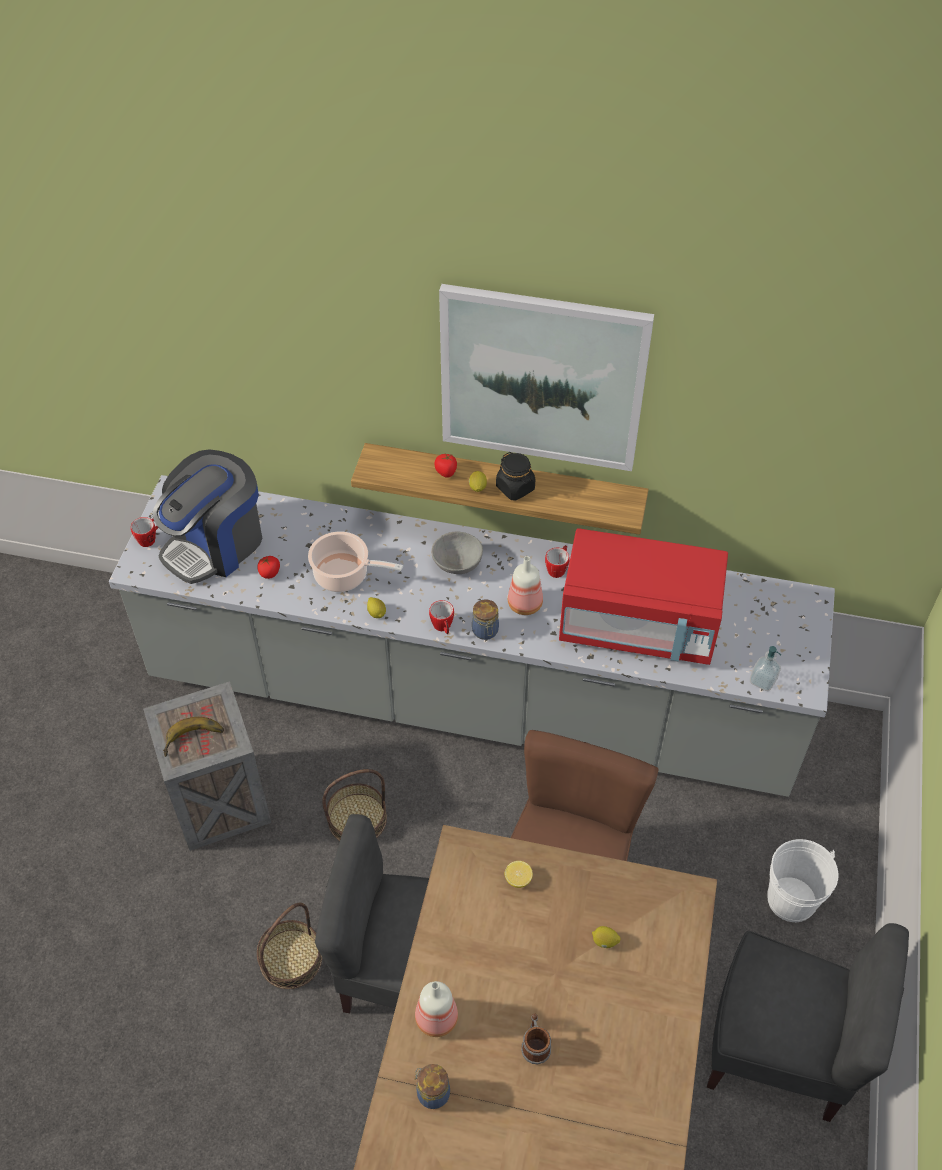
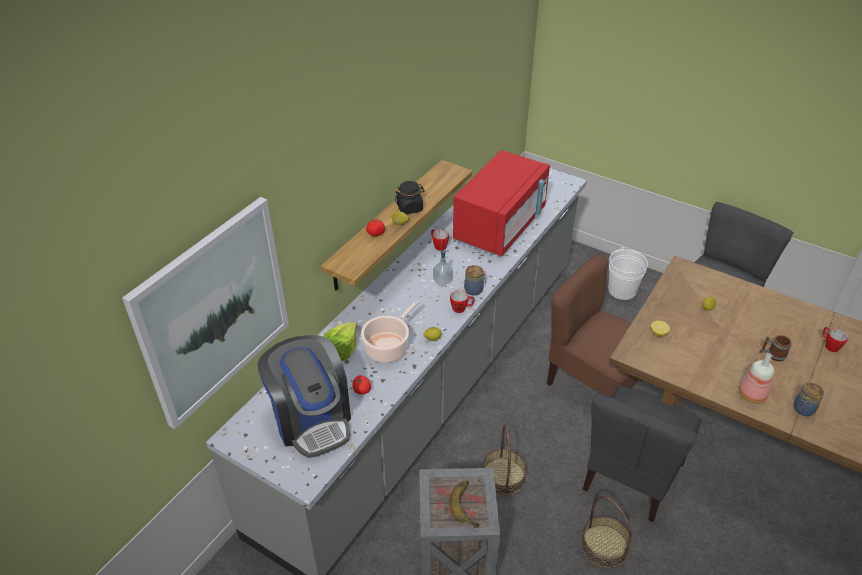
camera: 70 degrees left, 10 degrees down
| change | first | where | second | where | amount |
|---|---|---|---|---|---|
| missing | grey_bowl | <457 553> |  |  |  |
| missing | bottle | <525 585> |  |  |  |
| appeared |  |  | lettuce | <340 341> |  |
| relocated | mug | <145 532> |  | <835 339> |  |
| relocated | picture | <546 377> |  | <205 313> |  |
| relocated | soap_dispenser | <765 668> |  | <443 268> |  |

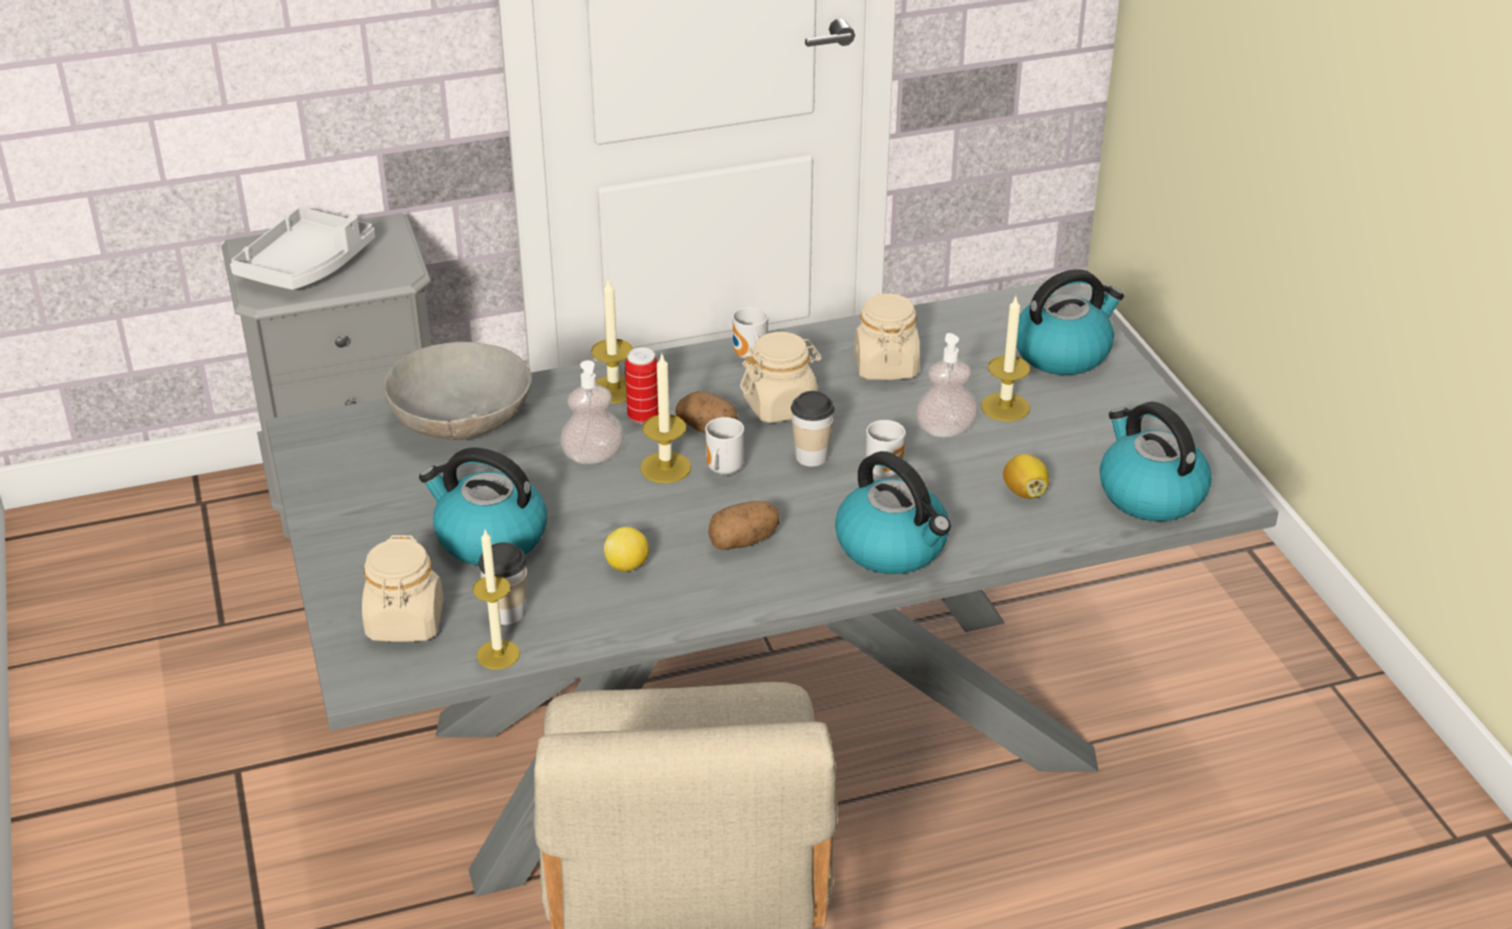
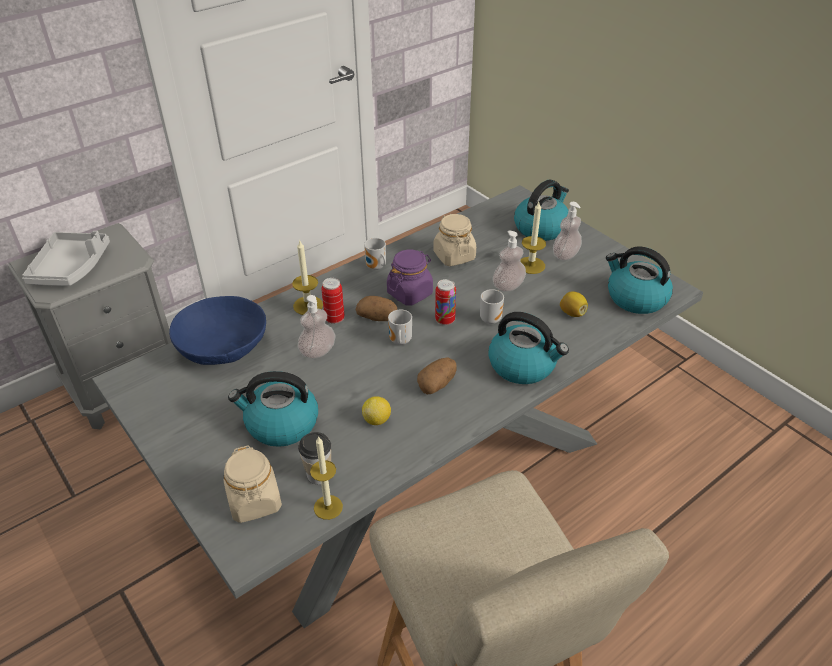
camera: 20 degrees left, 5 degrees up
| change | first | where | second | where | amount |
|---|---|---|---|---|---|
| missing | candle | <665 418> |  |  |  |
| appeared |  |  | soap_dispenser | <567 231> |  |
| exchanged | cup | <812 428> | can | <445 302> |  |
| colour | grey_bowl | <457 391> | blue_bowl | <217 330> |  |
| colour | beige_jar | <781 377> | purple_jar | <410 278> |  |

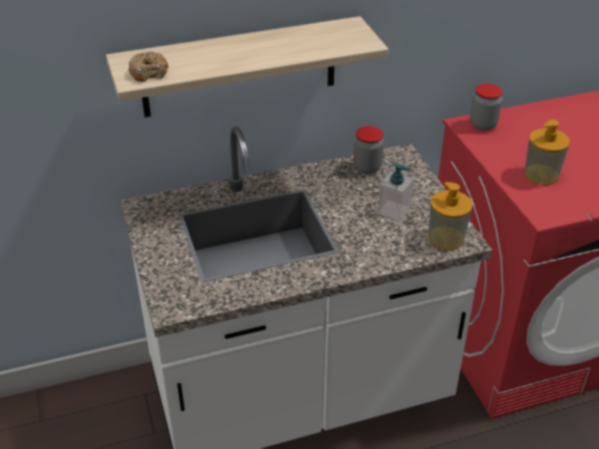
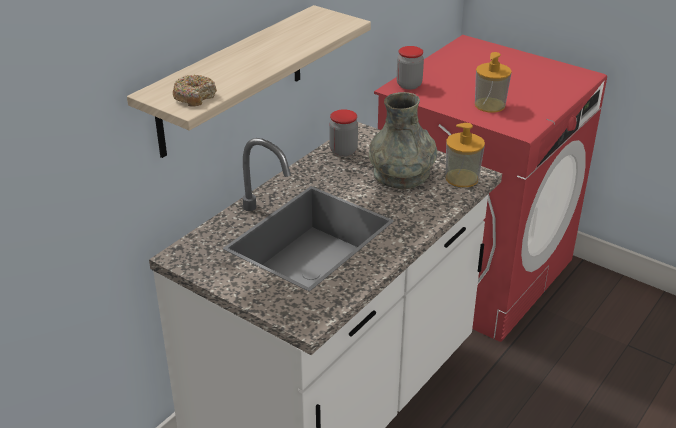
camera: 35 degrees left, 5 degrees down
| change | first | where | second | where | amount |
|---|---|---|---|---|---|
| exchanged | soap_dispenser | <395 191> | grey_vase | <403 140> |  |

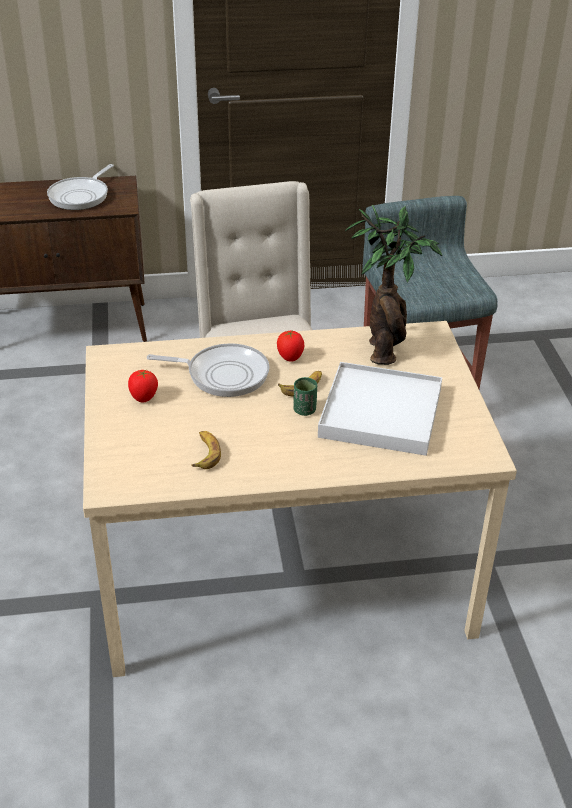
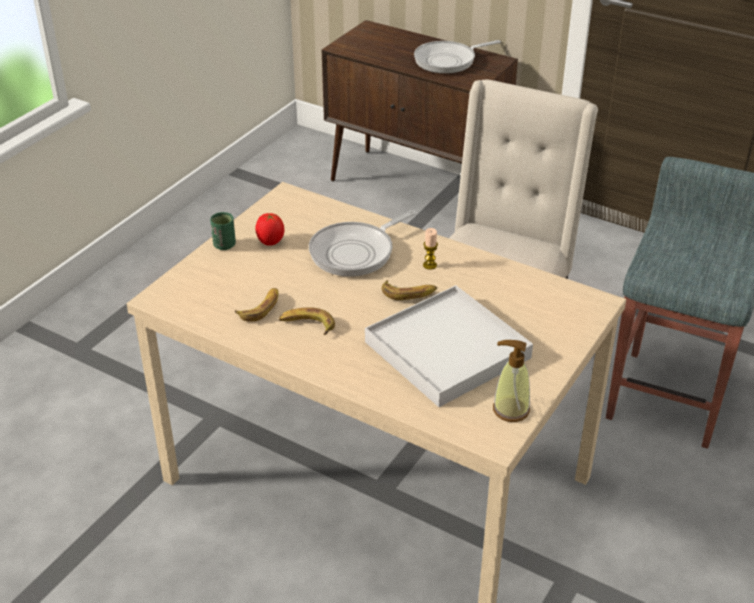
camera: 40 degrees right, 0 degrees up
| change | first | where | second | where | amount |
|---|---|---|---|---|---|
| missing | potted_plant | <393 285> |  |  |  |
| appeared |  |  | banana | <307 321> |  |
| appeared |  |  | soap_dispenser | <511 381> |  |
| relocated | green_cup | <305 396> |  | <223 231> |  |
| exchanged | tomato | <290 346> | candle | <430 249> |  |
| spun | frying_pan | <208 370> |  | <362 243> | 90 degrees clockwise |

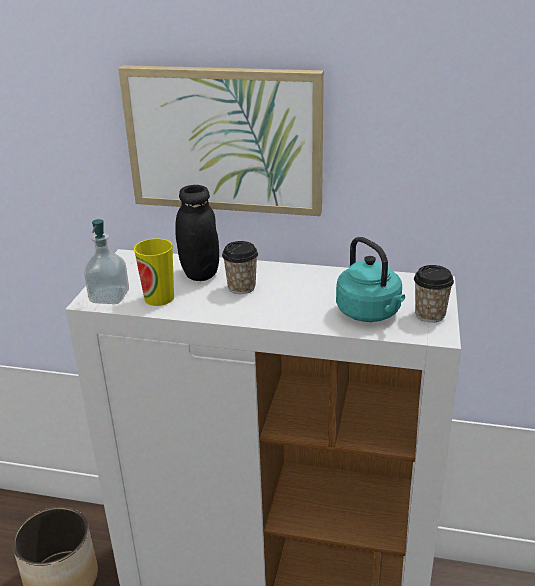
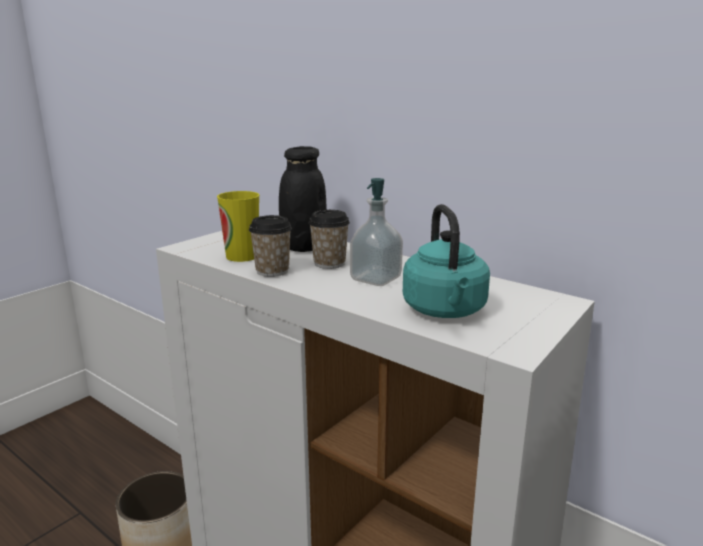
camera: 25 degrees right, 10 degrees down
| change | first | where | second | where | amount |
|---|---|---|---|---|---|
| missing | picture | <221 140> |  |  |  |
| relocated | soap_dispenser | <106 261> |  | <376 232> |  |
| relocated | cup | <434 294> |  | <270 246> |  |

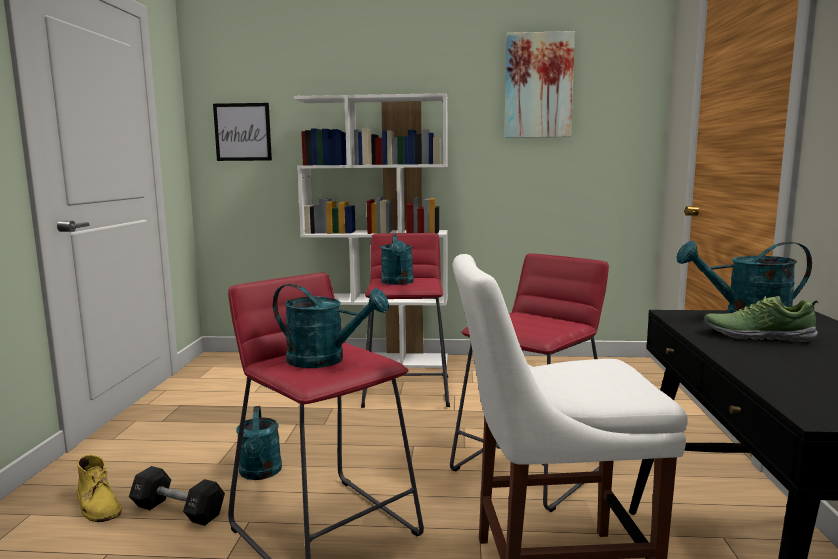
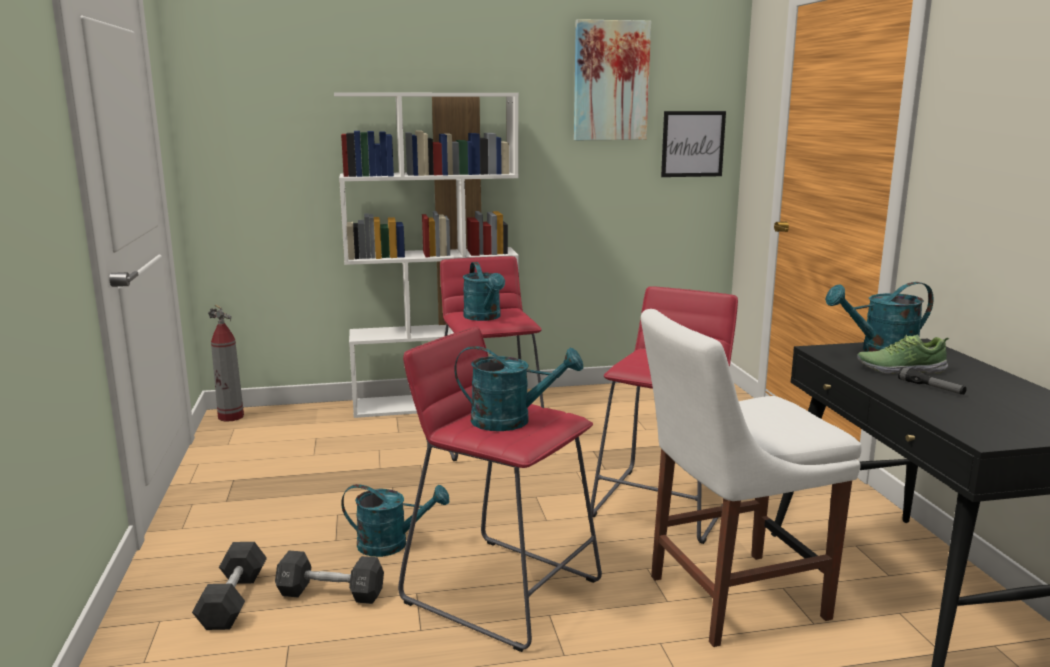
camera: 15 degrees left, 5 degrees up
| change | first | where | second | where | amount |
|---|---|---|---|---|---|
| appeared |  |  | fire_extinguisher | <226 363> |  |
| appeared |  |  | flashlight | <932 381> |  |
| relocated | picture | <242 132> |  | <693 144> |  |
| exchanged | yellow_boot | <99 488> | black_dumbbell | <229 586> |  |
| spun | turquoise_watering_can | <259 443> |  | <395 520> | 60 degrees counterclockwise |

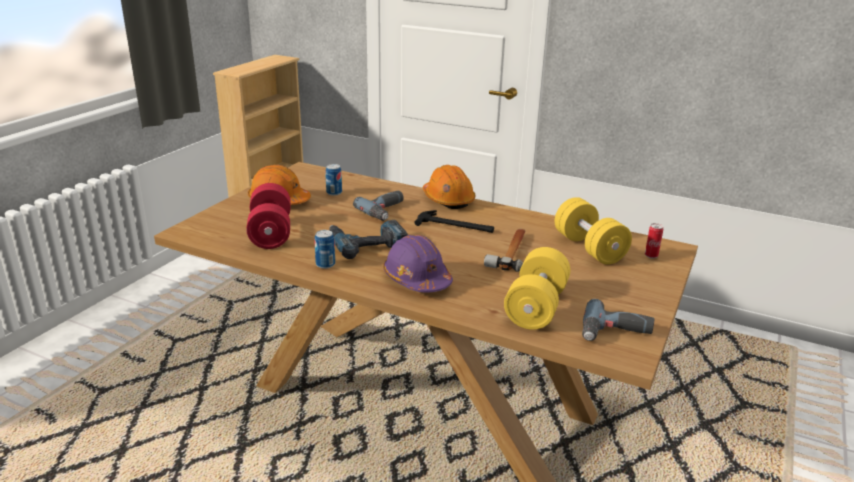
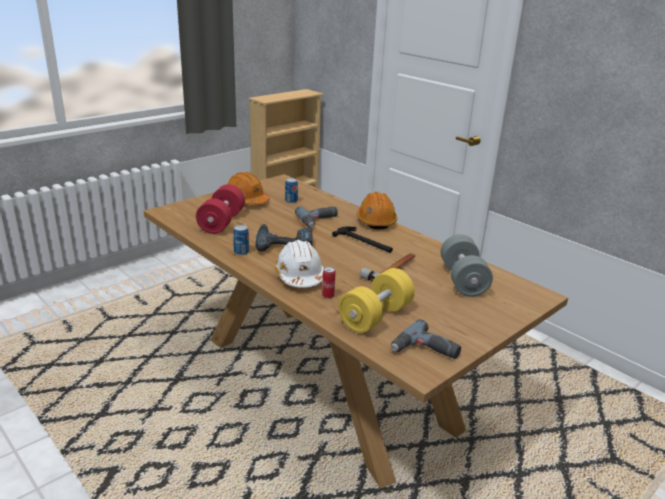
camera: 20 degrees right, 0 degrees up
| change | first | where | second | where | amount |
|---|---|---|---|---|---|
| relocated | can | <654 240> |  | <329 282> |  |
| colour | purple_hard_hat | <418 264> | white_hard_hat | <299 264> |  |
| colour | yellow_dumbbell | <593 231> | grey_dumbbell | <467 265> |  |

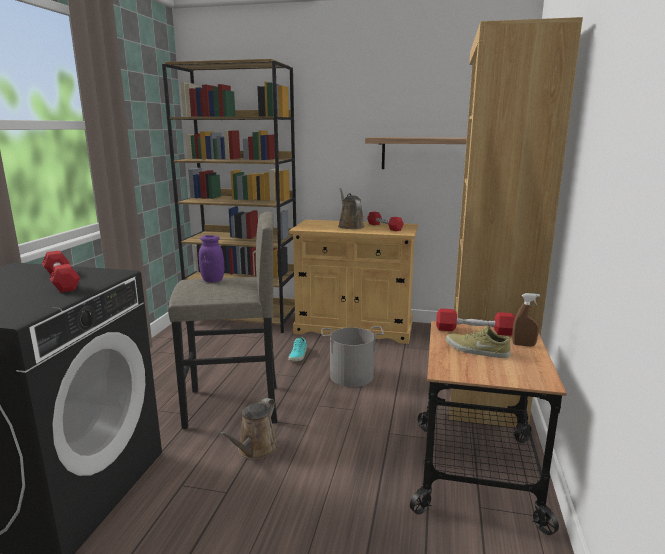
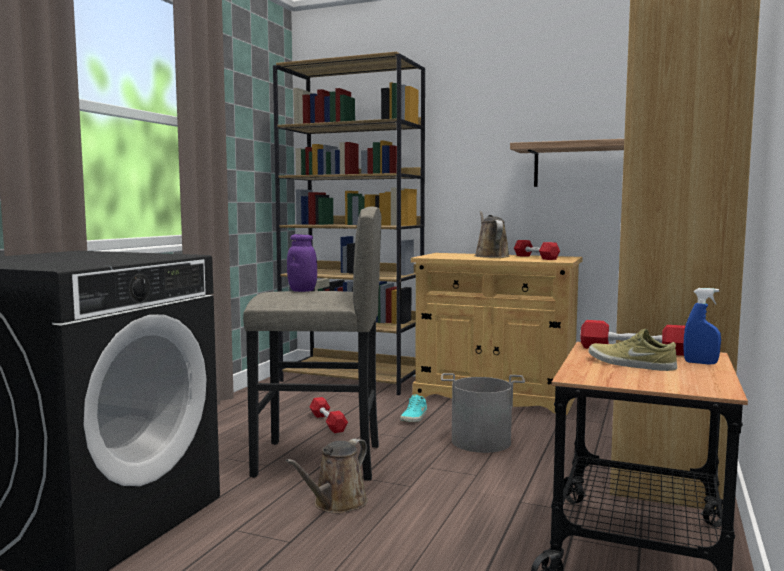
camera: 10 degrees right, 10 degrees down
| change | first | where | second | where | amount |
|---|---|---|---|---|---|
| relocated | red_dumbbell | <61 271> |  | <329 415> |  |
| colour | brown_spray_bottle | <526 320> | blue_spray_bottle | <702 326> |  |

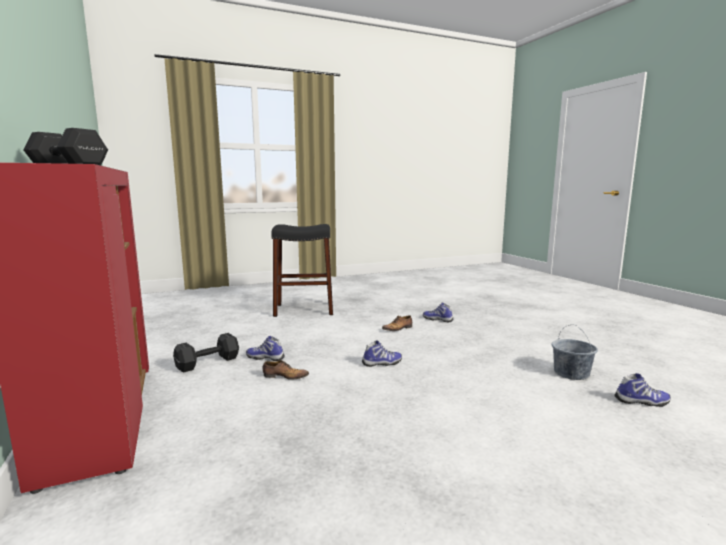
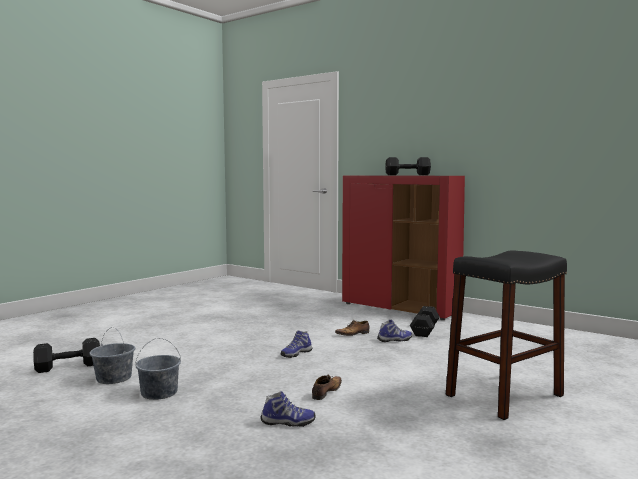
camera: 150 degrees right, 5 degrees down
| change | first | where | second | where | amount |
|---|---|---|---|---|---|
| appeared |  |  | grey_bucket | <158 369> |  |
| exchanged | shoe | <643 390> | black_dumbbell | <66 355> |  |

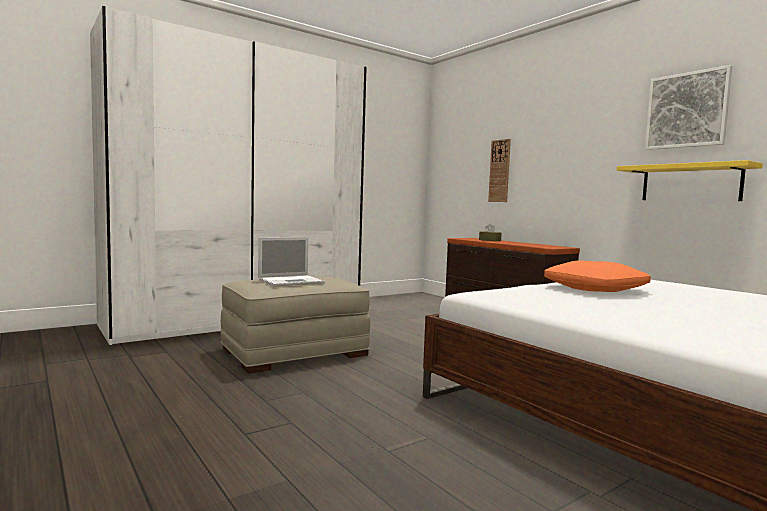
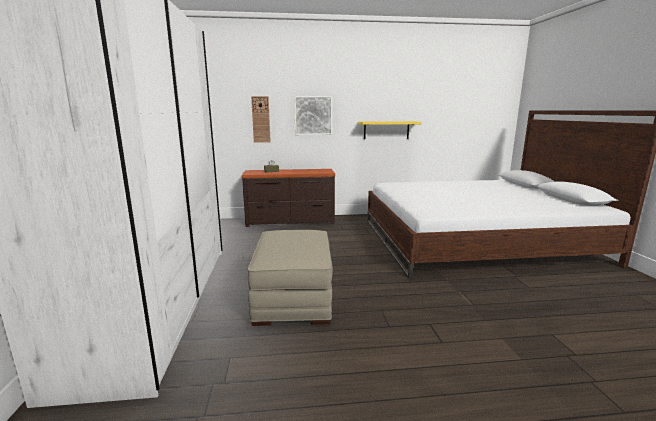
camera: 60 degrees left, 10 degrees up
| change | first | where | second | where | amount |
|---|---|---|---|---|---|
| missing | laptop | <291 262> |  |  |  |
| missing | orange_pillow | <597 276> |  |  |  |
| relocated | picture | <688 107> |  | <313 115> |  |

